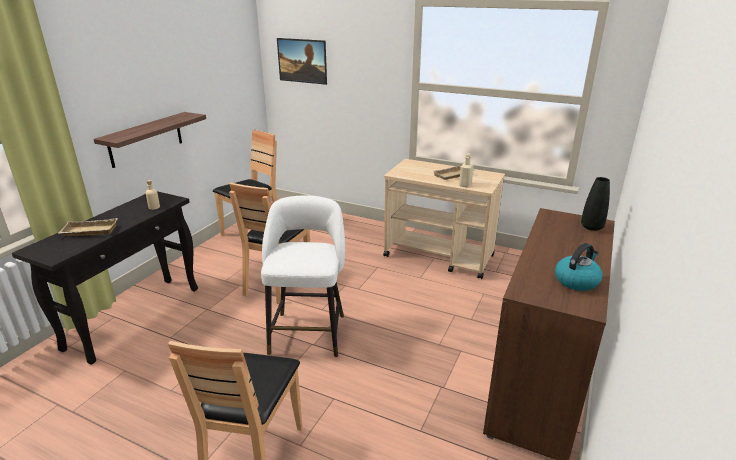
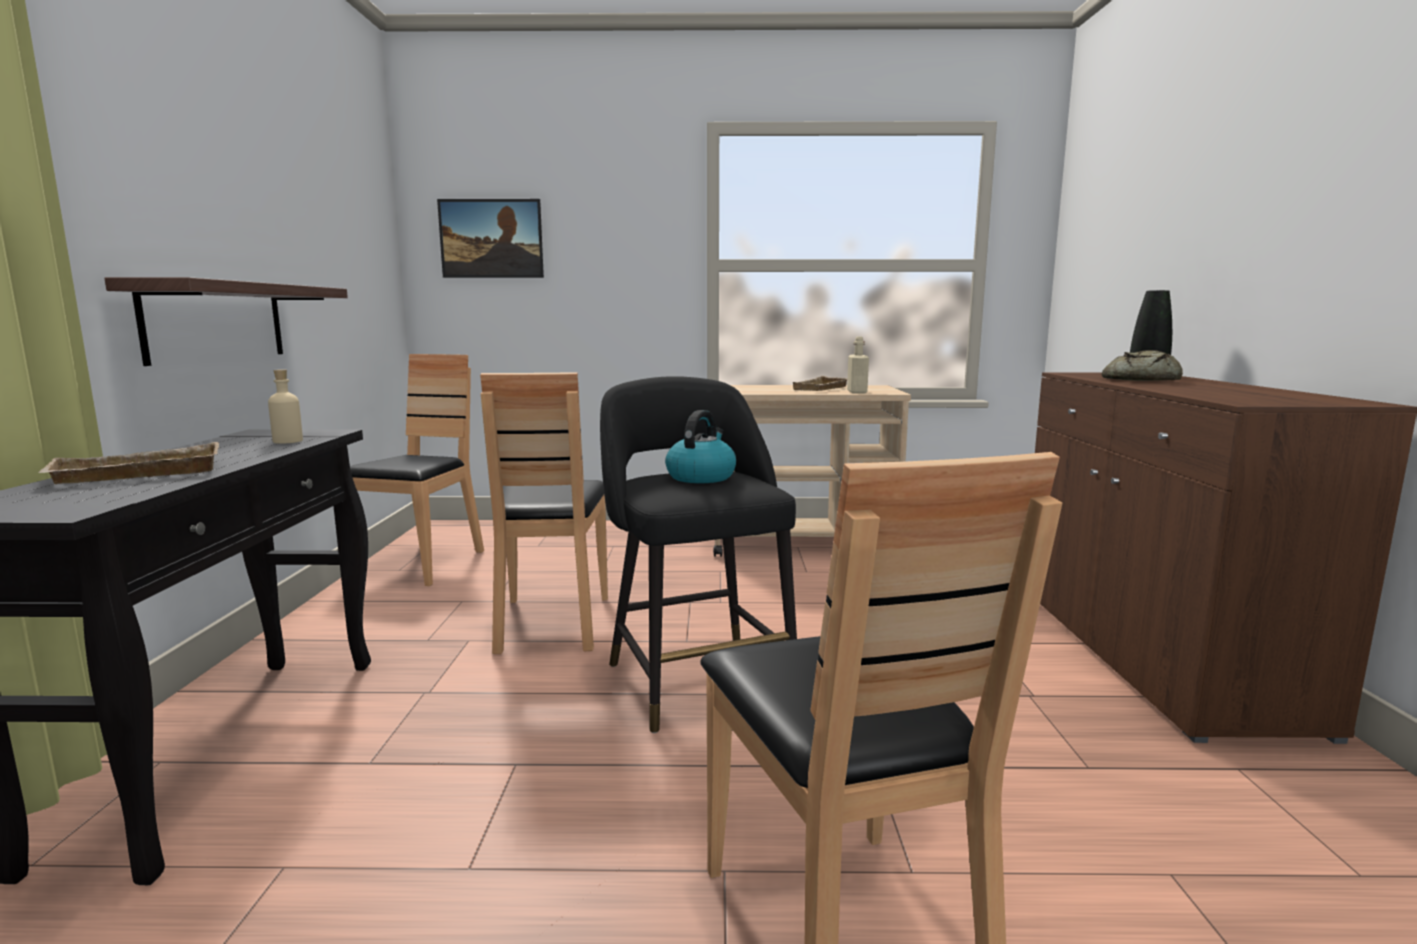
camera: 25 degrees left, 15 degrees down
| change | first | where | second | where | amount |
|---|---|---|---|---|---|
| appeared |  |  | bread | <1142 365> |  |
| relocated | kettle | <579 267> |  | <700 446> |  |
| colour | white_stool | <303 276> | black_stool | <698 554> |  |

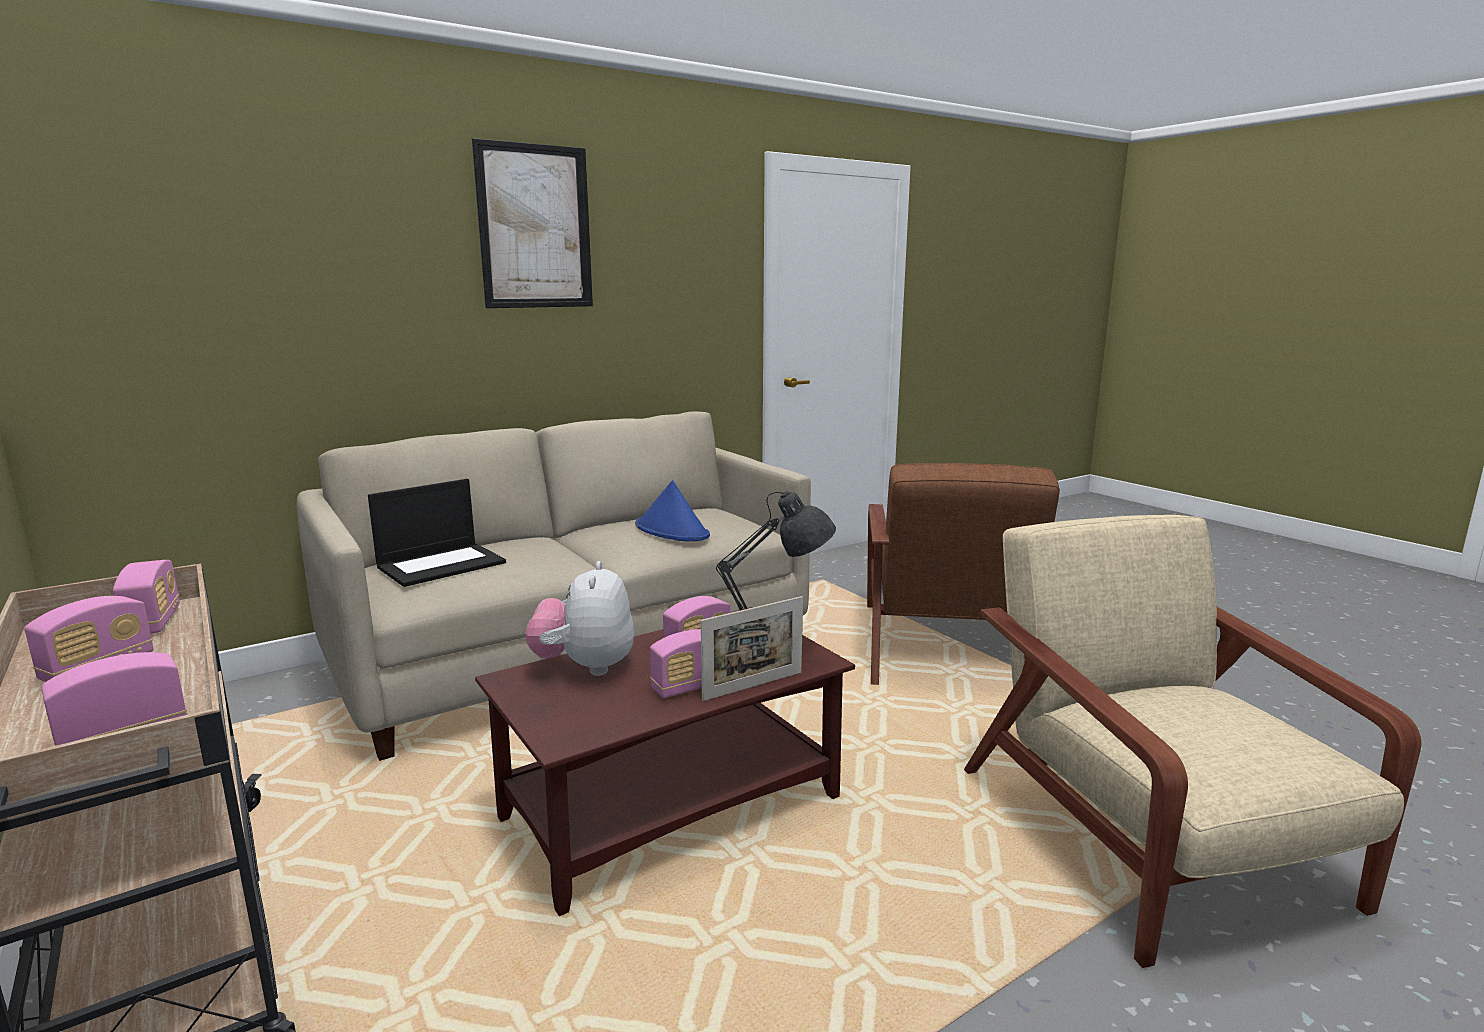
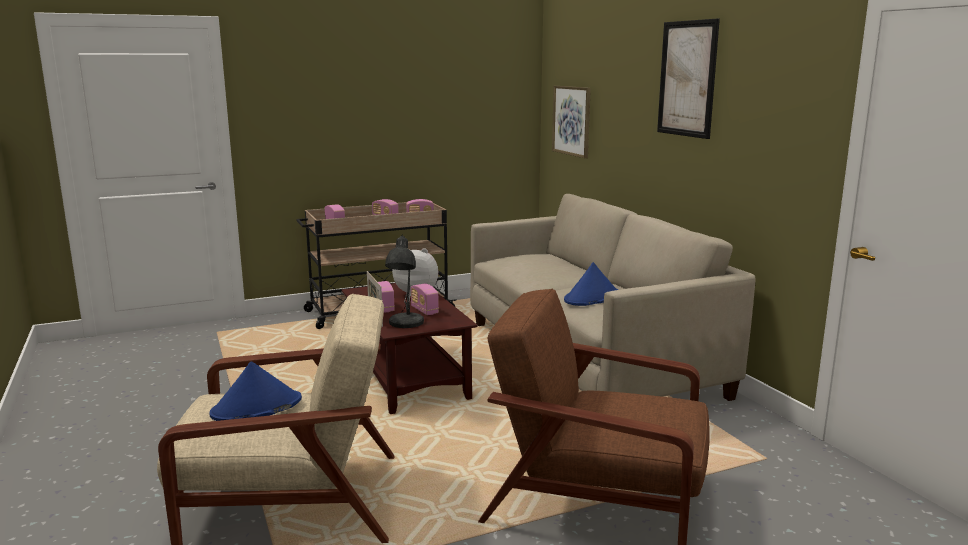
camera: 100 degrees right, 0 degrees up
| change | first | where | second | where | amount |
|---|---|---|---|---|---|
| missing | laptop | <437 533> |  |  |  |
| appeared |  |  | blue_hat | <255 391> |  |
| appeared |  |  | picture | <571 122> |  |

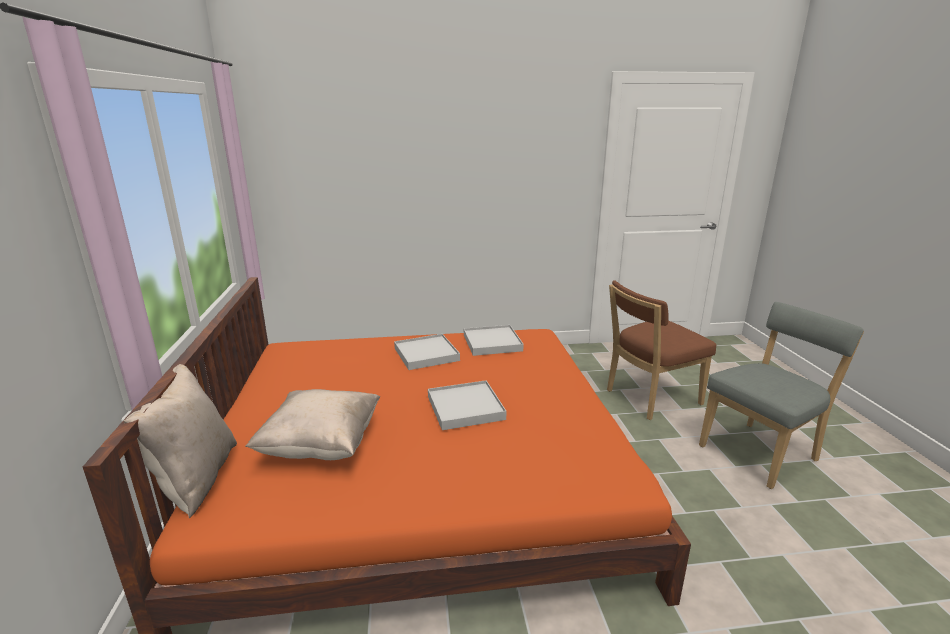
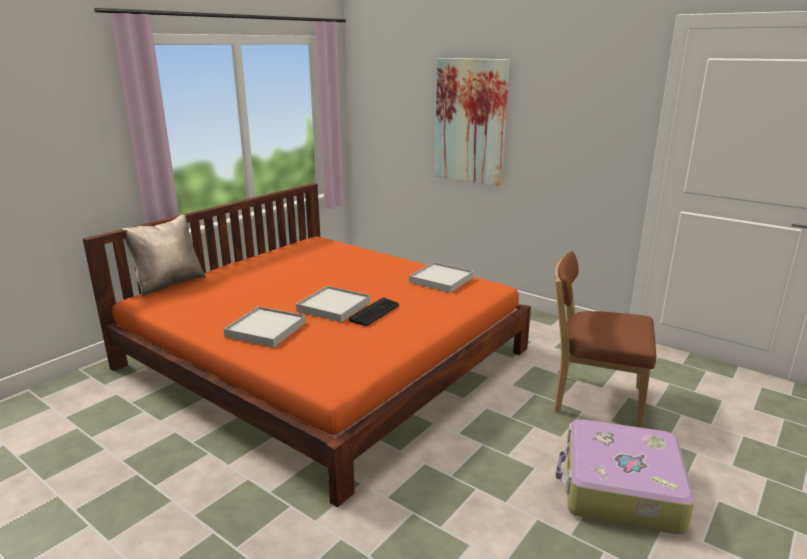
camera: 45 degrees right, 0 degrees up
| change | first | where | second | where | amount |
|---|---|---|---|---|---|
| missing | beige_pillow | <312 424> |  |  |  |
| appeared |  |  | keyboard | <374 312> |  |
| appeared |  |  | picture | <472 122> |  |
| relocated | white_tray | <427 352> |  | <265 326> |  |
| exchanged | grey_chair | <781 395> | suitcase | <625 476> |  |

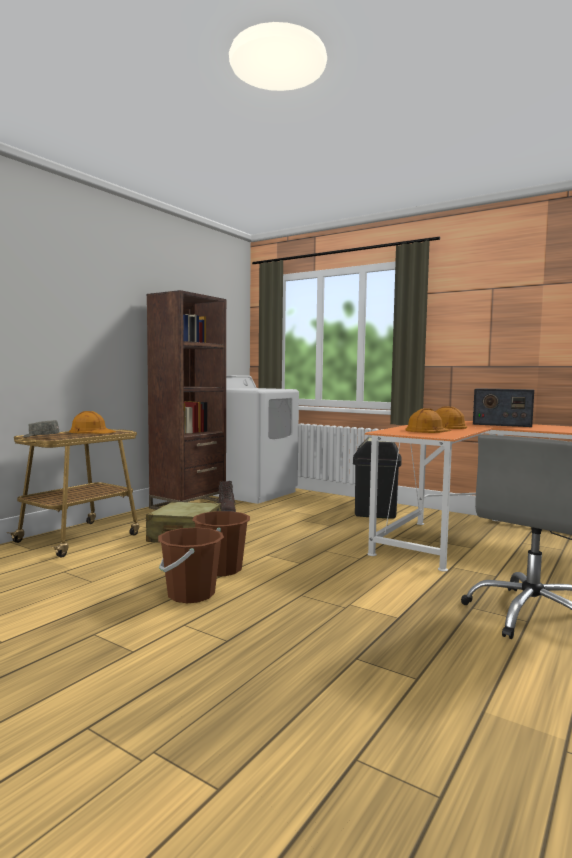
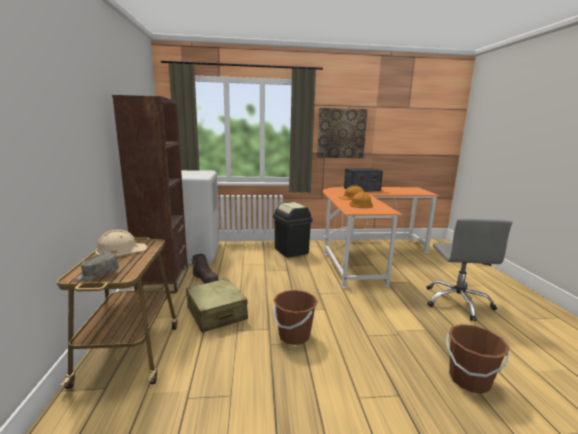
camera: 40 degrees left, 10 degrees up
| change | first | where | second | where | amount |
|---|---|---|---|---|---|
| appeared |  |  | picture | <342 133> |  |
| relocated | brown_bucket | <191 565> |  | <478 359> |  |
| colour | orange_hard_hat | <92 422> | beige_hard_hat | <121 243> |  |

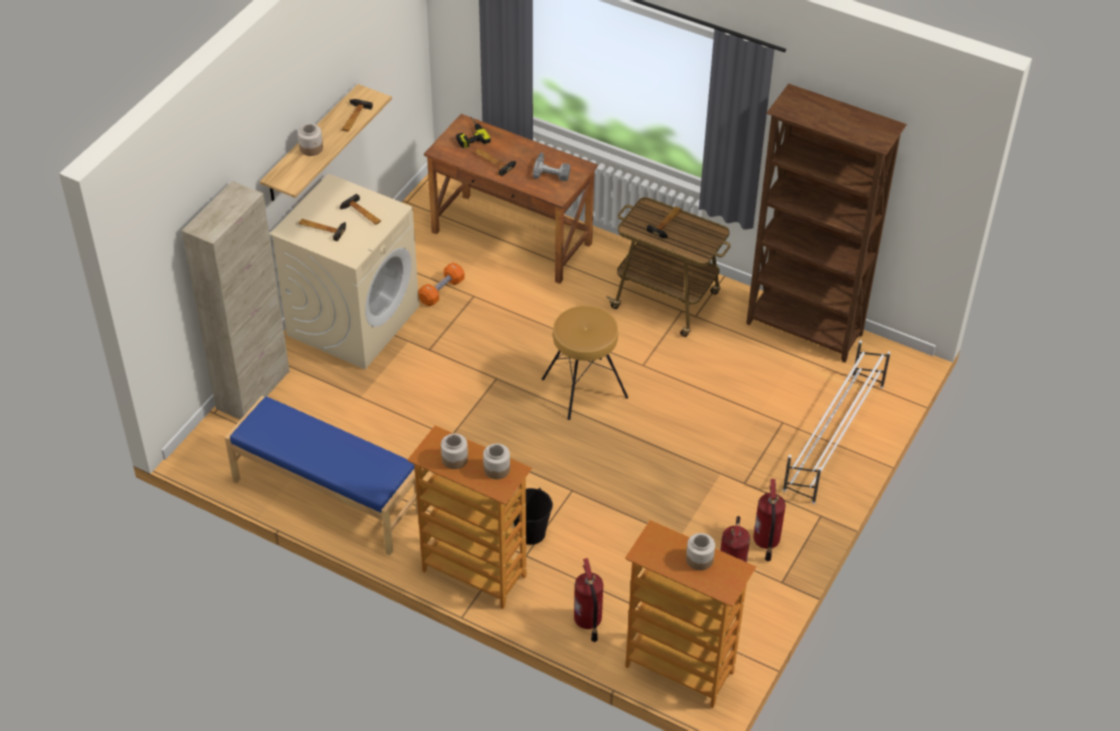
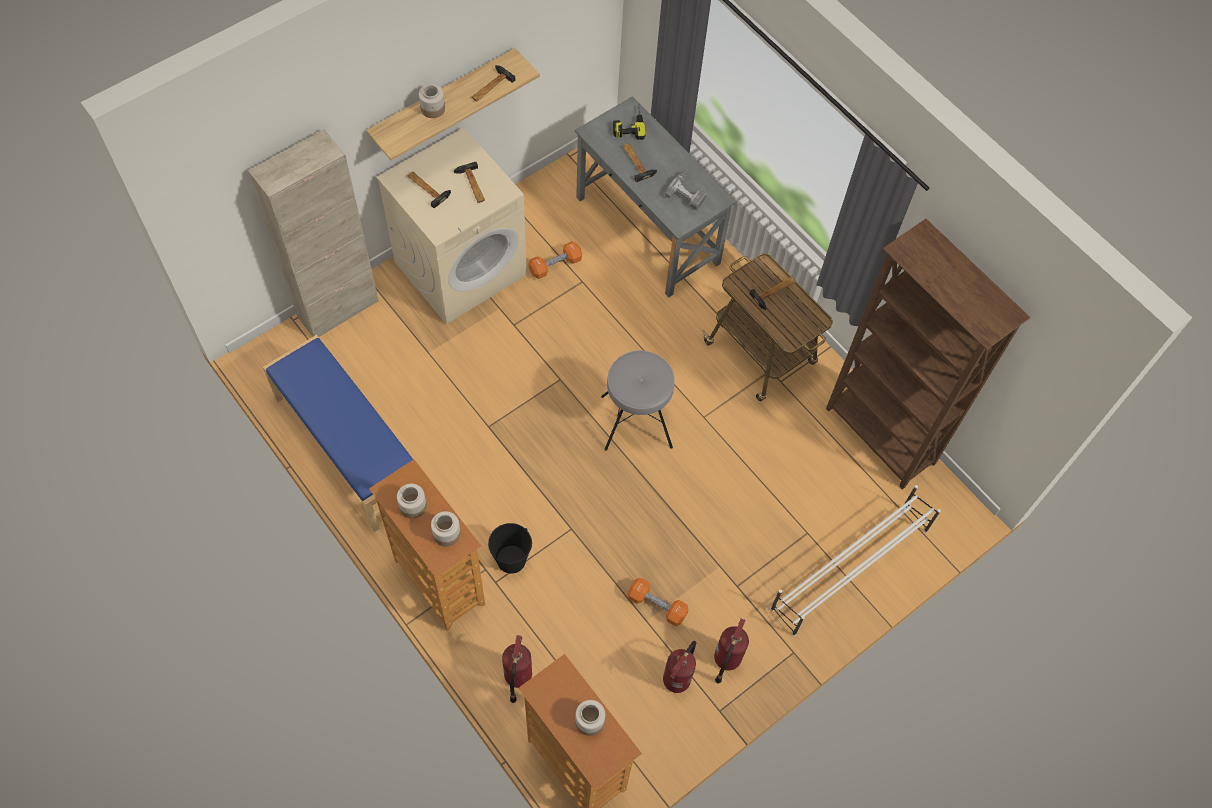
camera: 20 degrees right, 15 degrees up
| change | first | where | second | where | amount |
|---|---|---|---|---|---|
| appeared |  |  | orange_dumbbell | <658 602> |  |
| colour | brown_desk | <511 199> | grey_desk | <655 196> |  |
| colour | brown_stool | <585 363> | grey_stool | <638 400> |  |

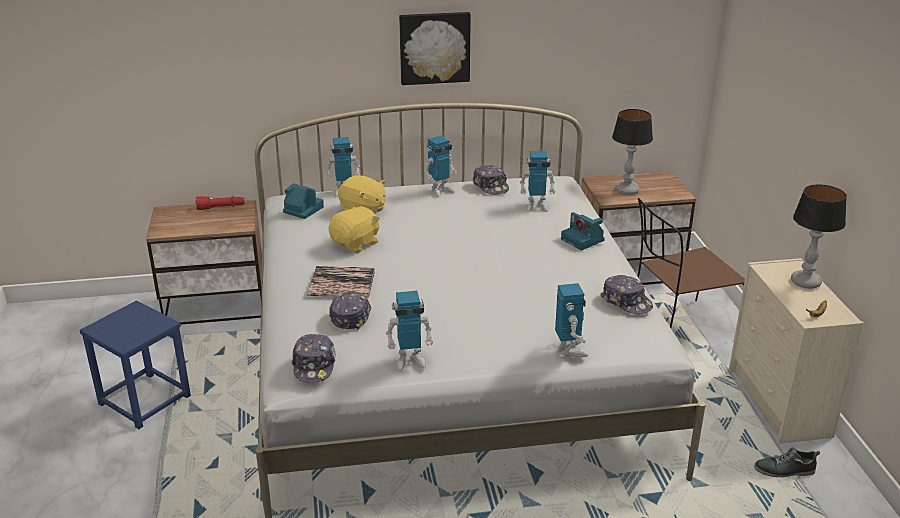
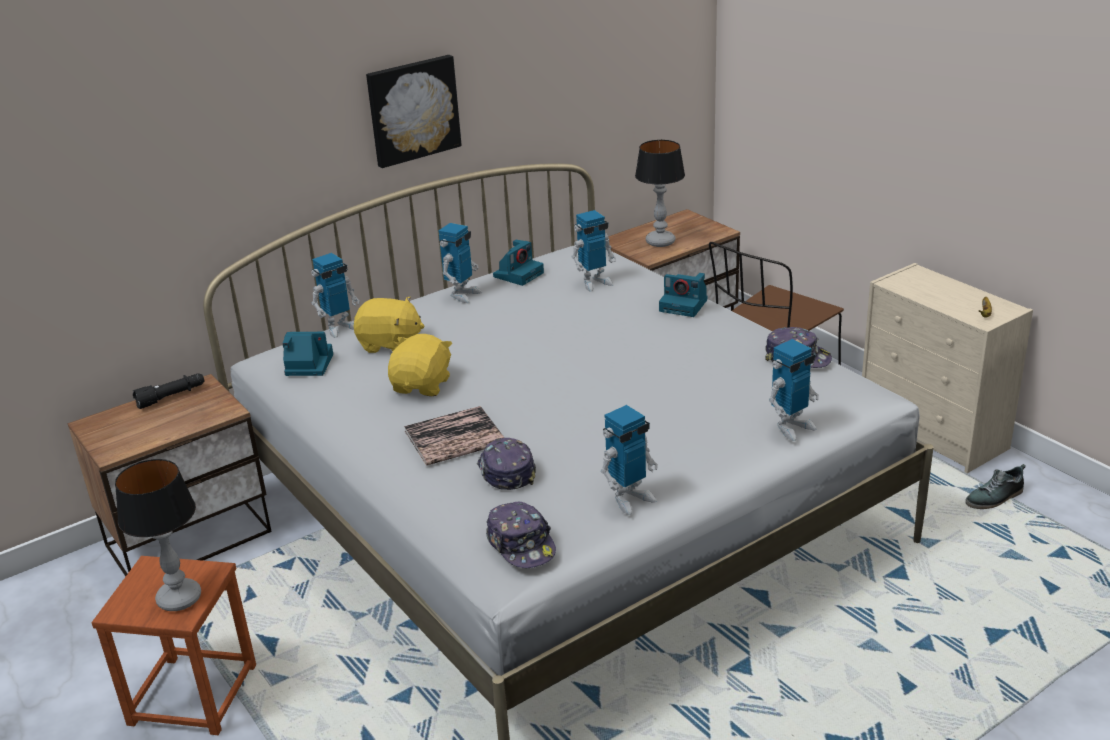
camera: 25 degrees left, 0 degrees up
| change | first | where | second | where | amount |
|---|---|---|---|---|---|
| relocated | table_lamp | <819 236> |  | <158 535> |  |
| exchanged | cap | <491 180> | photo_camera | <518 263> |  |
| colour | blue_stool | <135 364> | brown_stool | <173 645> |  |
| colour | red_flashlight | <220 203> | black_flashlight | <168 391> |  |
| spun | toy_robot | <571 320> |  | <794 390> | 90 degrees clockwise |

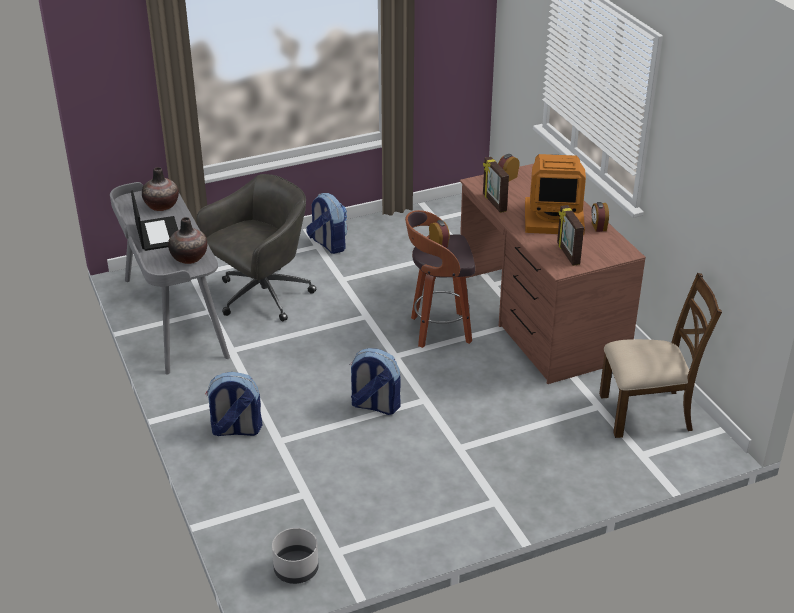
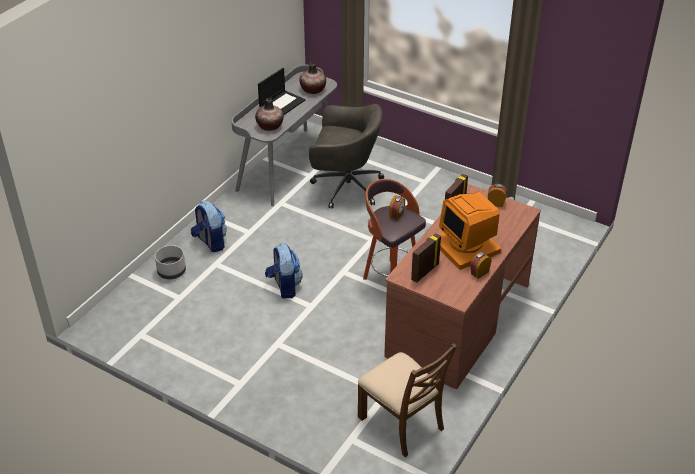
camera: 55 degrees right, 5 degrees up
| change | first | where | second | where | amount |
|---|---|---|---|---|---|
| missing | backpack | <326 223> |  |  |  |
| relocated | grey_planter | <295 556> |  | <170 262> |  |

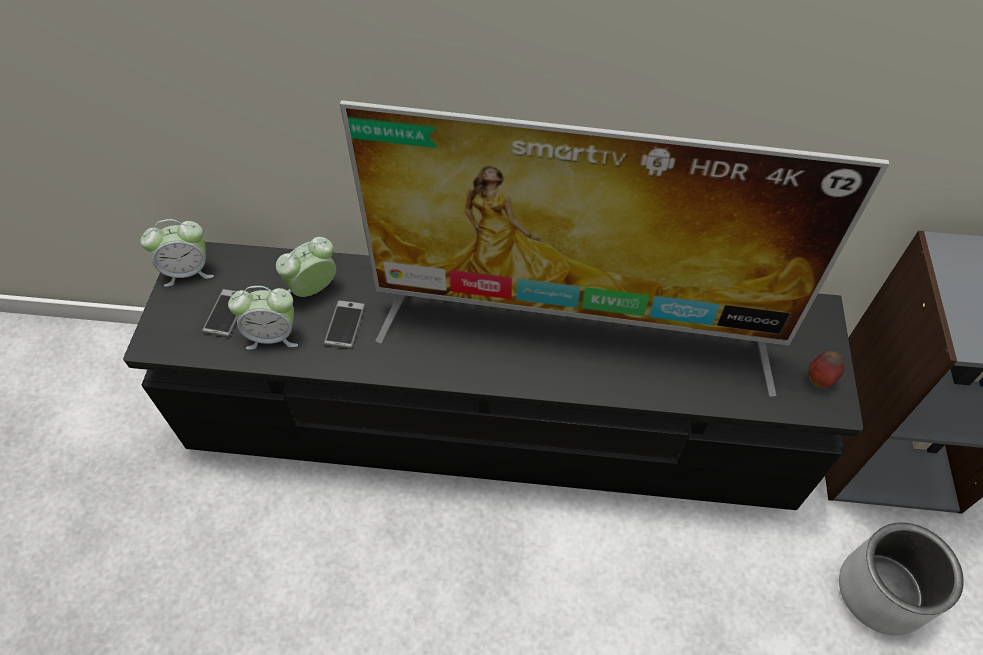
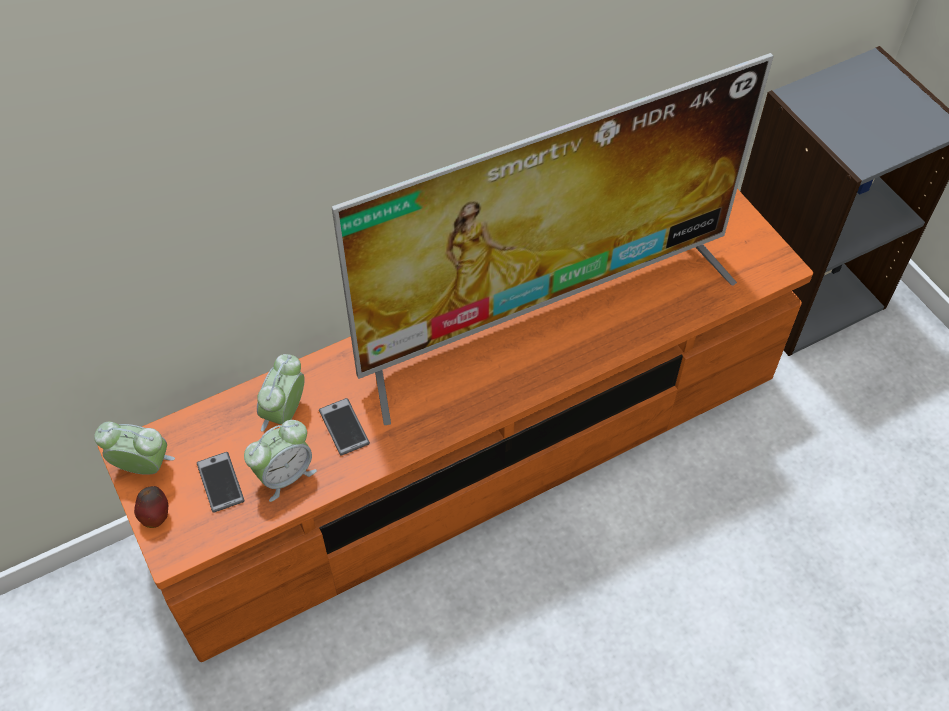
camera: 35 degrees left, 0 degrees up
| change | first | where | second | where | amount |
|---|---|---|---|---|---|
| missing | grey_planter | <901 579> |  |  |  |
| relocated | apple | <826 369> |  | <151 507> |  |
| colour | black_tv_stand | <493 376> | orange_tv_stand | <455 425> |  |
| spun | alarm_clock | <177 253> |  | <134 448> | 120 degrees counterclockwise |

